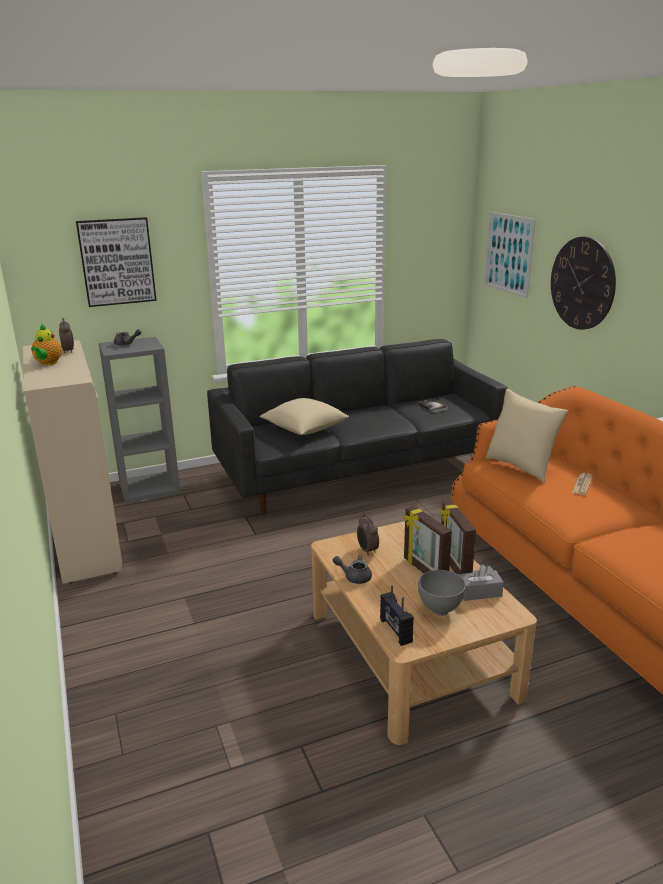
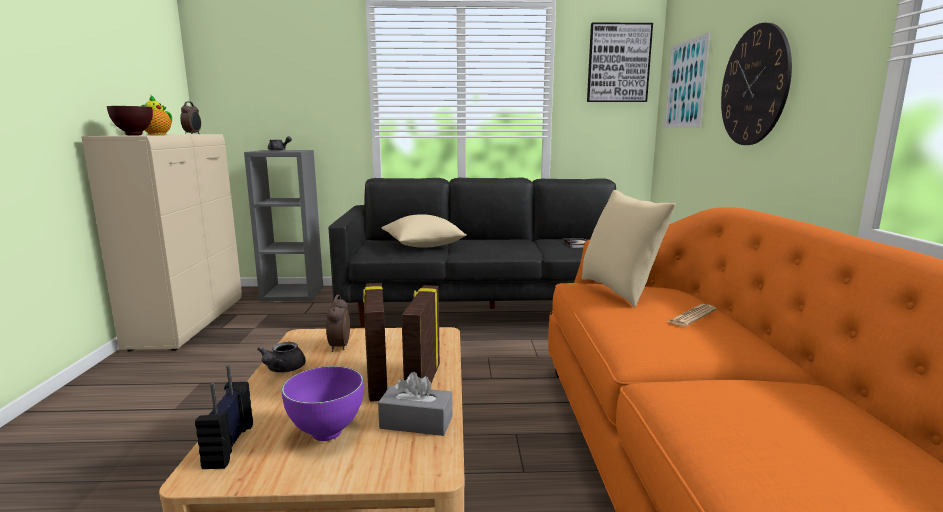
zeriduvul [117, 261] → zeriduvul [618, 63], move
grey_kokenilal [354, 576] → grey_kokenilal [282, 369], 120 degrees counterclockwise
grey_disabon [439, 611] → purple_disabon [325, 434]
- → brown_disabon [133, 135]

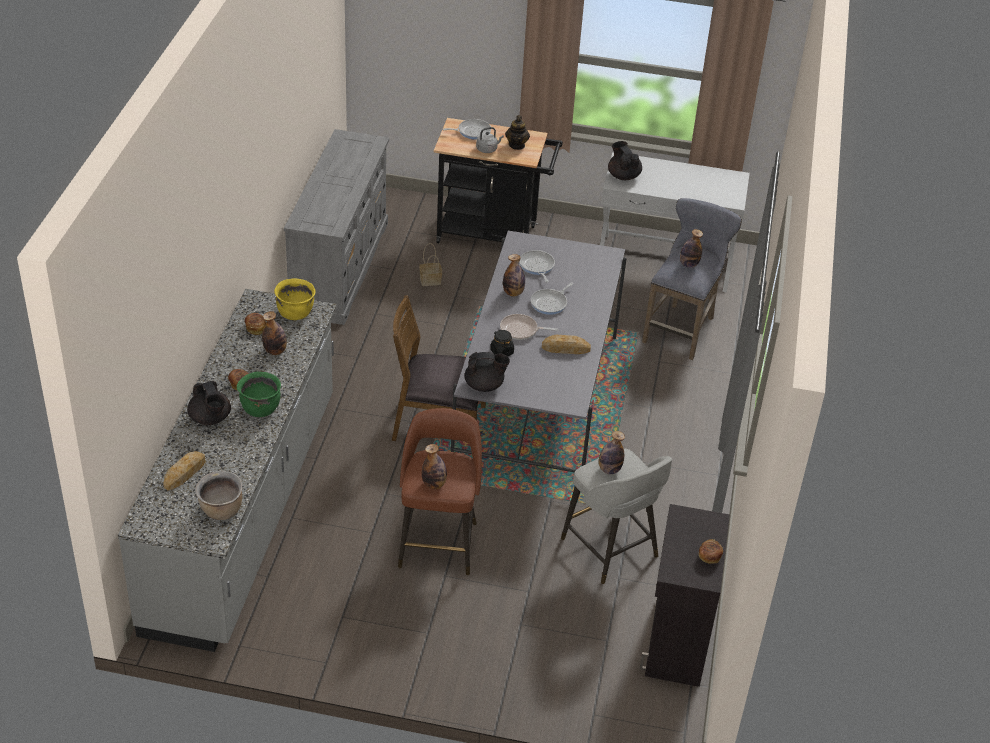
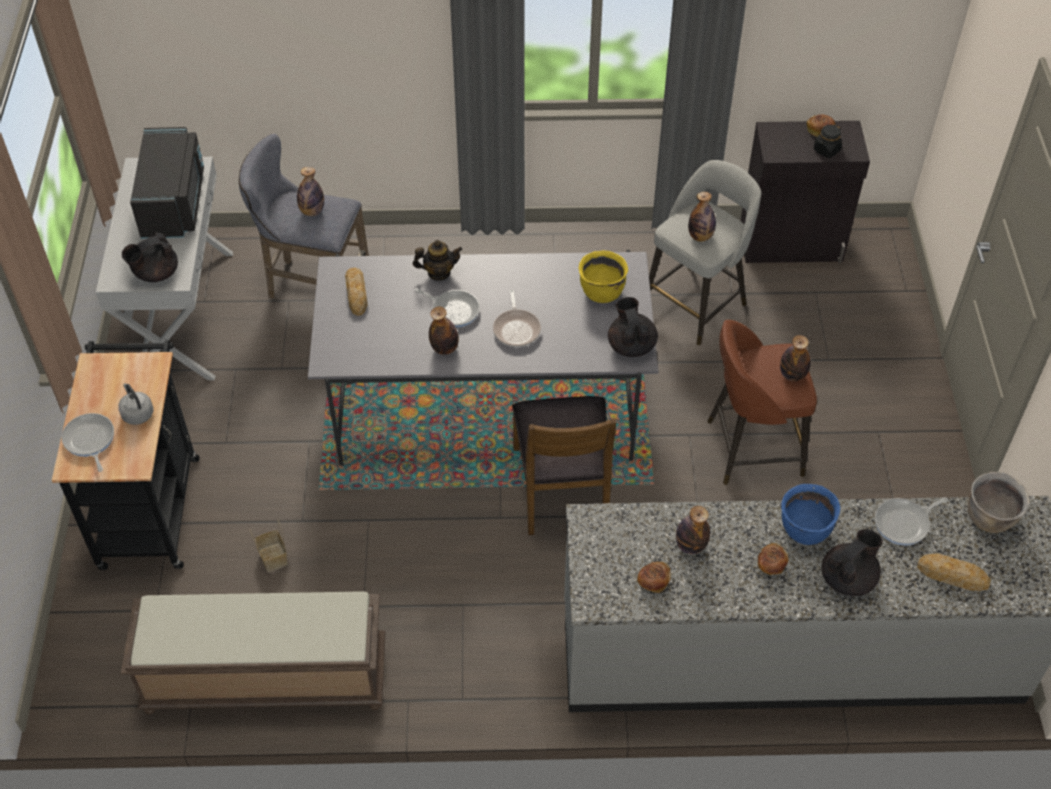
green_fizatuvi [260, 408] → blue_fizatuvi [804, 530]
yellow_fizatuvi [295, 313] → yellow_fizatuvi [601, 292], move
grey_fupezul [340, 267] → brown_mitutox [264, 679]
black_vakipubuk [501, 352] → black_vakipubuk [826, 150], move
kokenilal [517, 145] → kokenilal [438, 273], move
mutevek [537, 266] → mutevek [904, 523], move
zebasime [566, 348] → zebasime [356, 293], move
- → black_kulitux [175, 203]

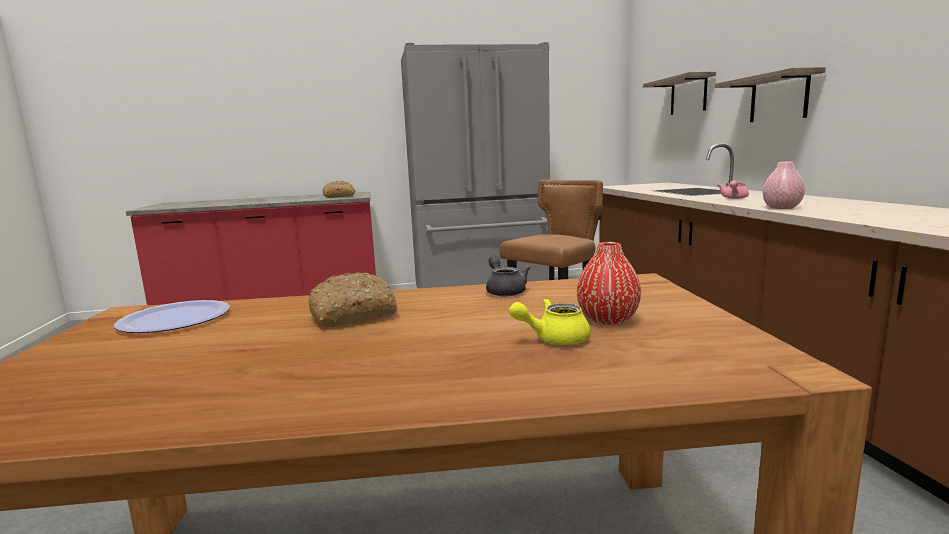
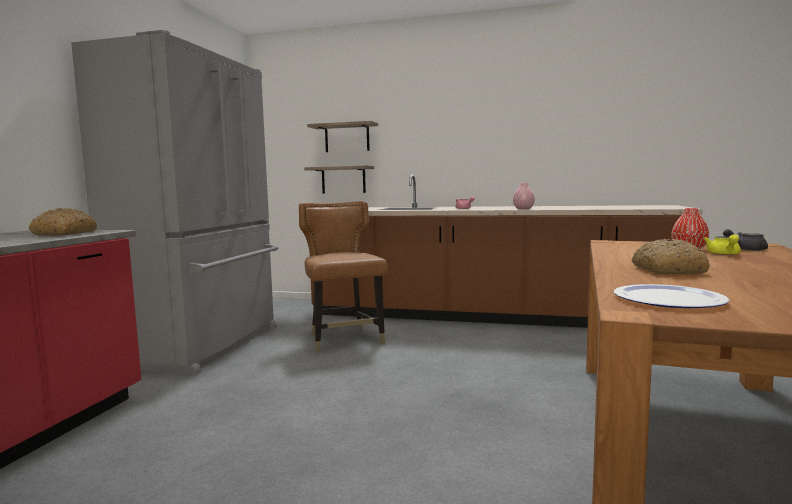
grey_kokenilal [505, 291] → grey_kokenilal [745, 249], move
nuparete [778, 98] → nuparete [343, 180], move

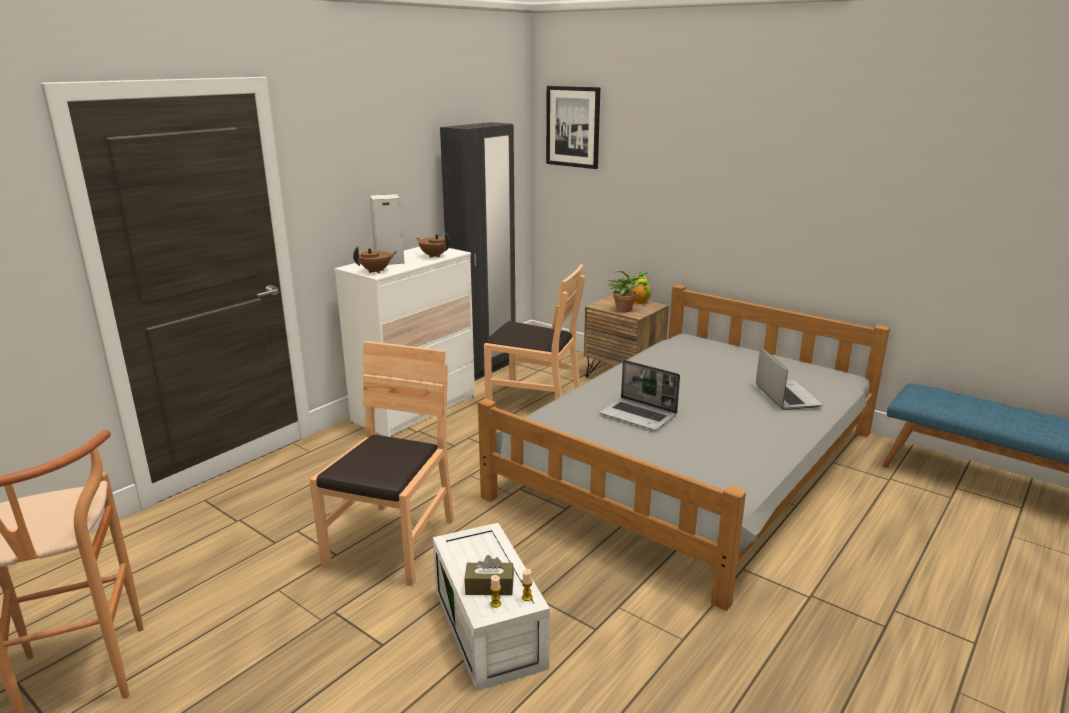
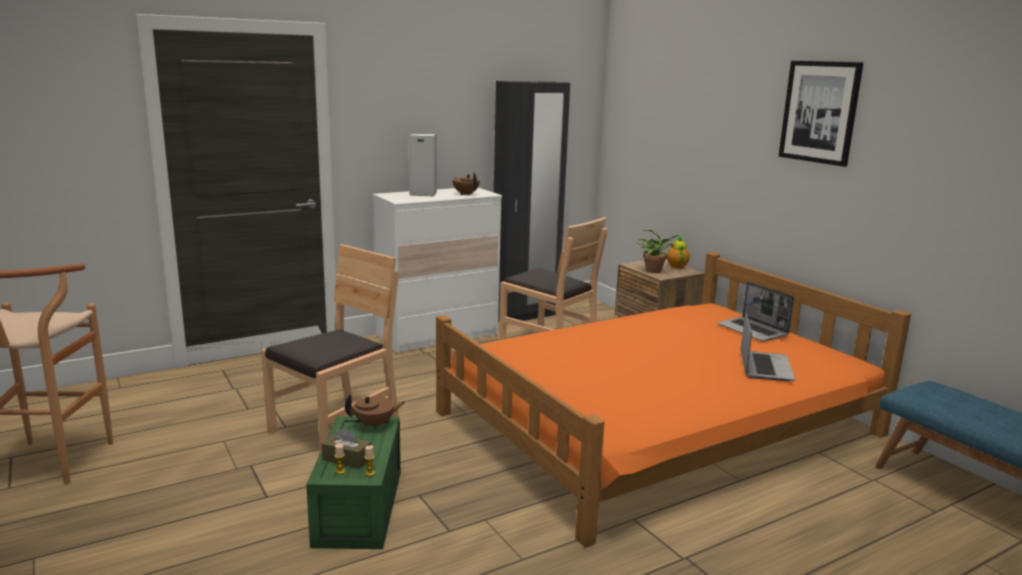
brown_kokenilal [376, 271] → brown_kokenilal [375, 424], move
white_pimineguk [491, 629] → green_pimineguk [361, 508]
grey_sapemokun [690, 464] → orange_sapemokun [658, 424]
zeriduvul [573, 127] → zeriduvul [820, 112], move
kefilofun [639, 415] → kefilofun [753, 330], move

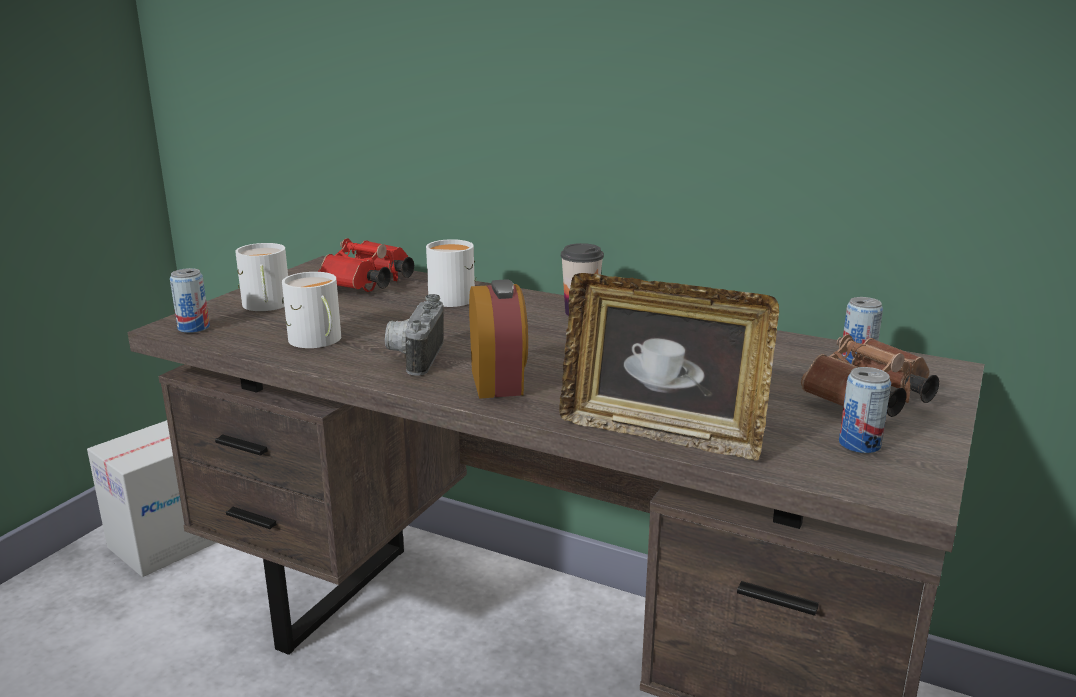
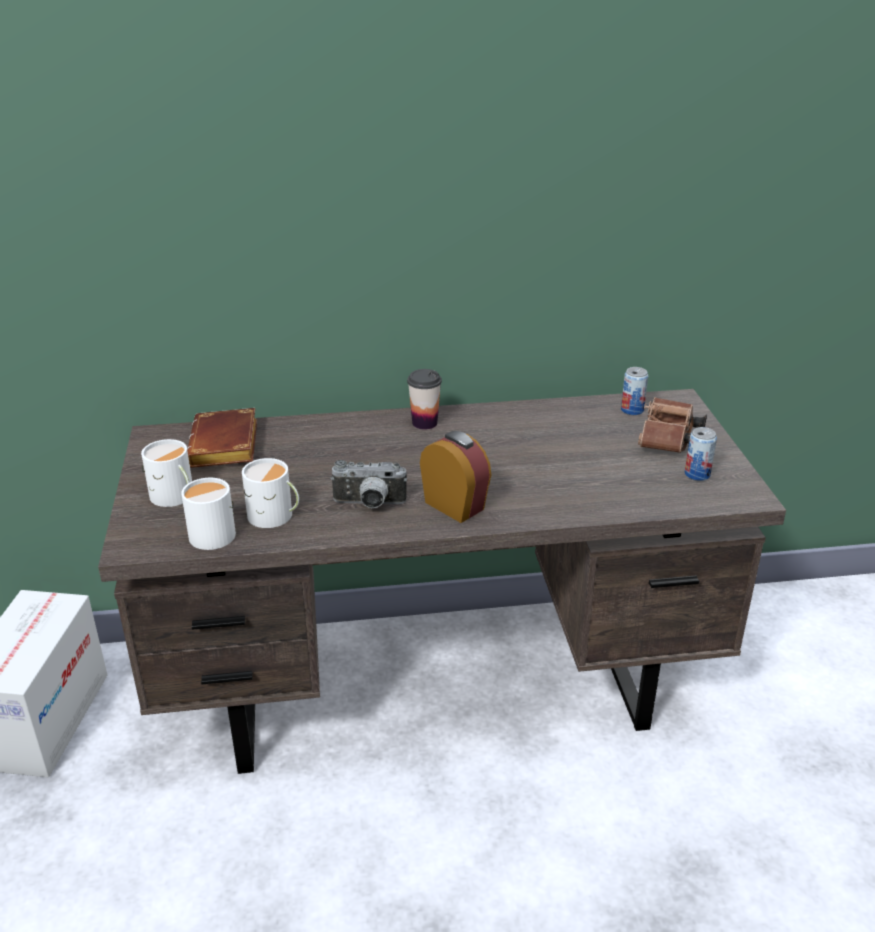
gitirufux [193, 328] → -
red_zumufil [368, 285] → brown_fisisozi [226, 447]
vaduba [414, 357] → vaduba [369, 505], 60 degrees counterclockwise
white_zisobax [453, 297] → white_zisobax [211, 532], move
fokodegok [661, 432] → -

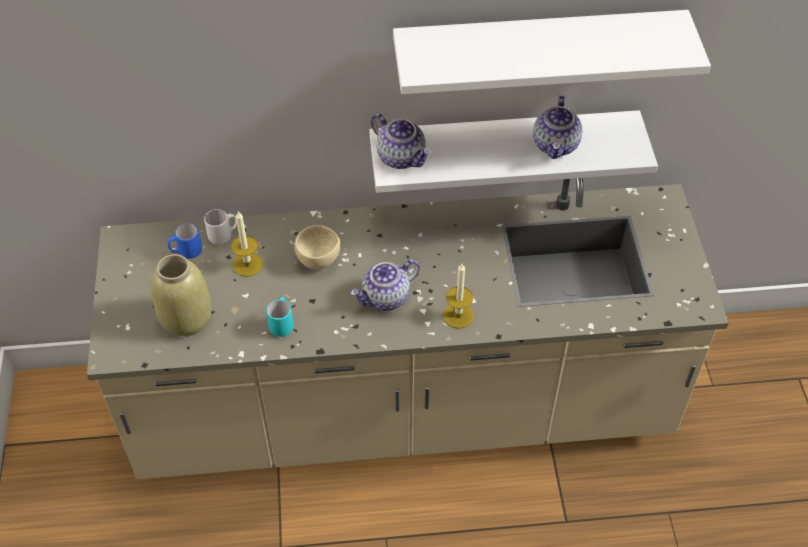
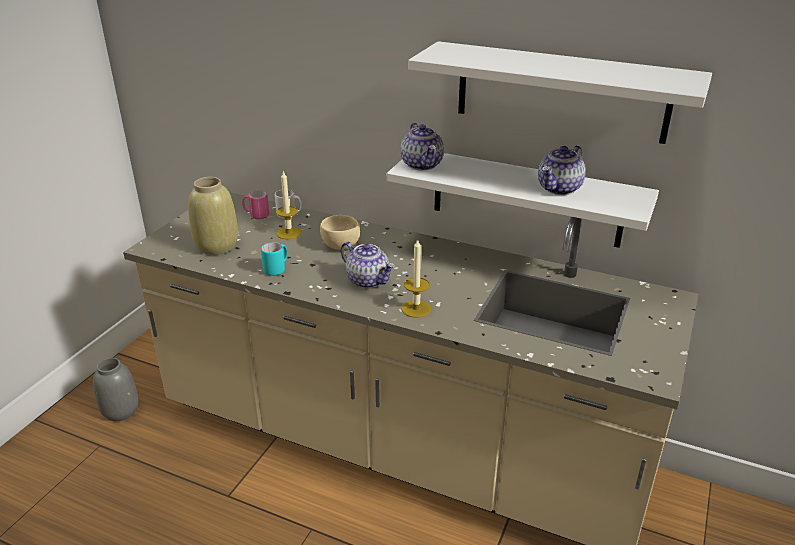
blue_zisobax [186, 252] → pink_zisobax [256, 215]
kokenilal [386, 298] → kokenilal [368, 280], 135 degrees counterclockwise
- → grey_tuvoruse [121, 411]

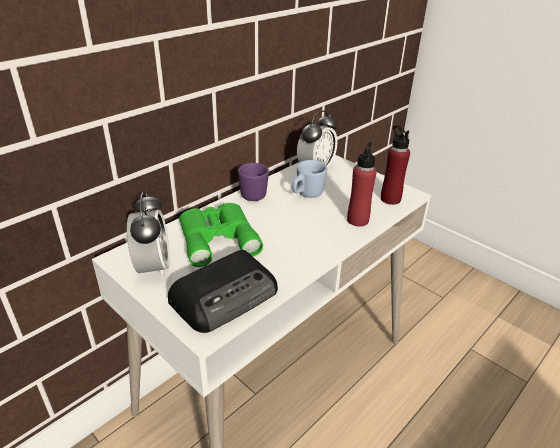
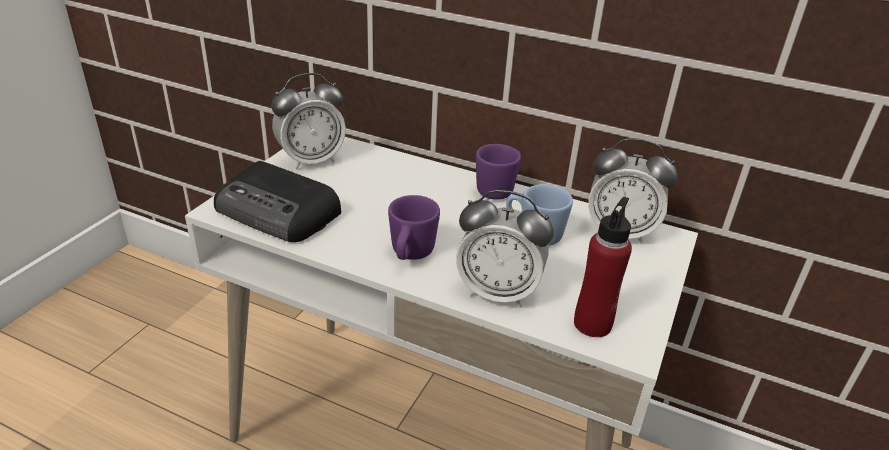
green_zumufil [218, 237] → -
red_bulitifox [358, 220] → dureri [498, 292]
- → purple_zisobax [410, 255]

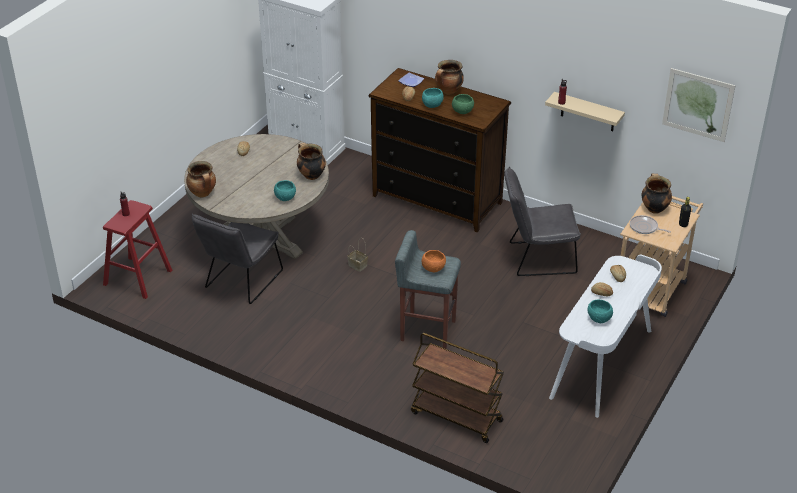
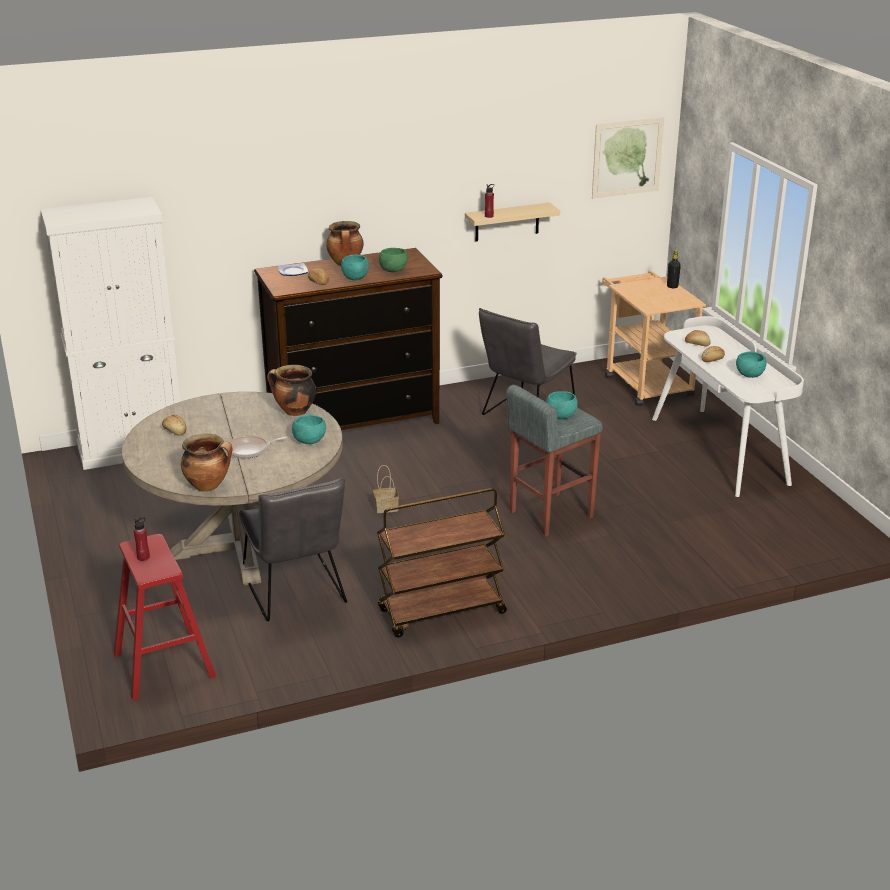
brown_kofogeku [455, 417] → brown_kofogeku [441, 612], move
orange_disabon [433, 268] → turquoise_disabon [560, 417]
mutevek [645, 228] → mutevek [250, 450], move
fizatuvi [654, 208] → -

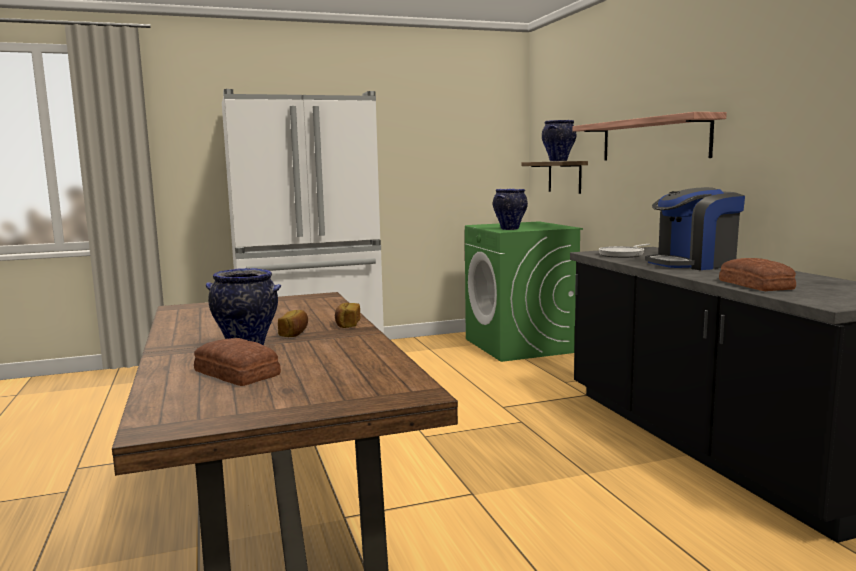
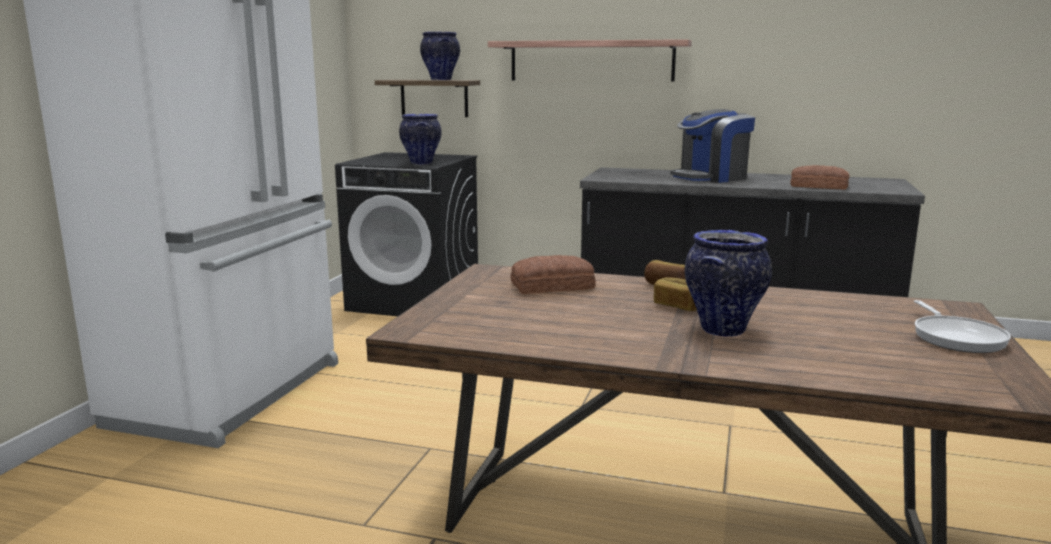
zebasime [236, 374] → zebasime [553, 286], move
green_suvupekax [520, 346] → black_suvupekax [415, 301]
mutevek [623, 254] → mutevek [956, 337], move
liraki [693, 264] → liraki [711, 177], 45 degrees clockwise

